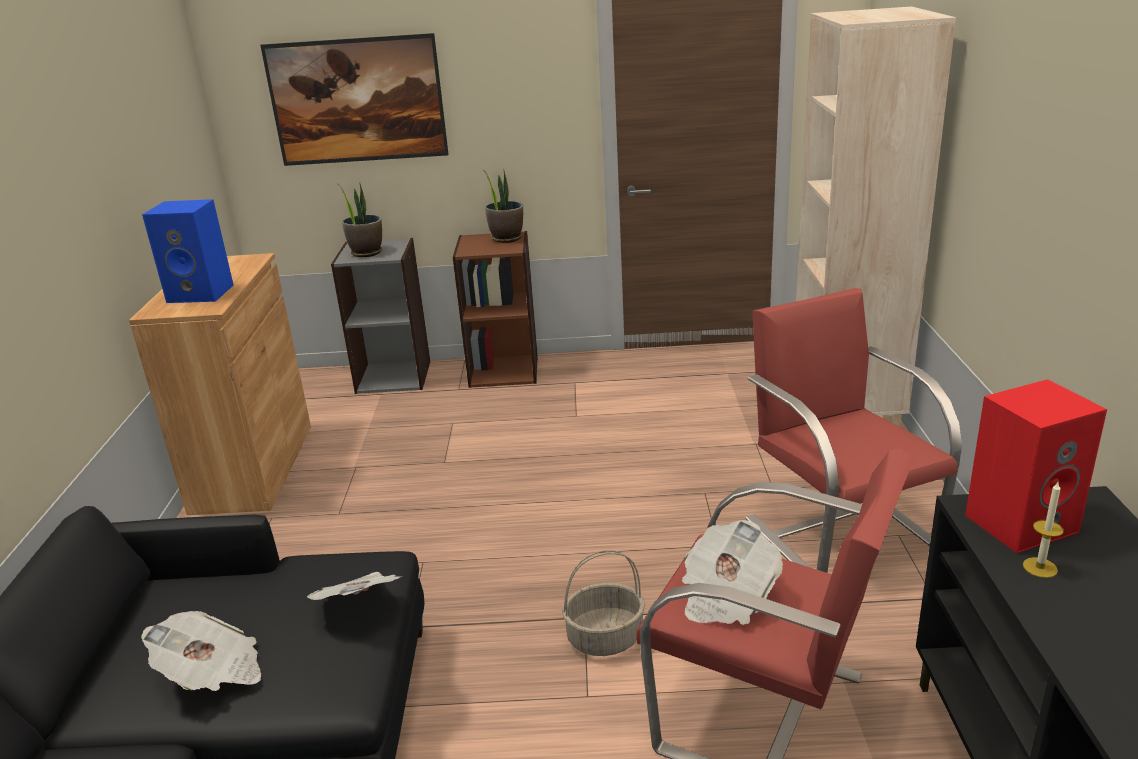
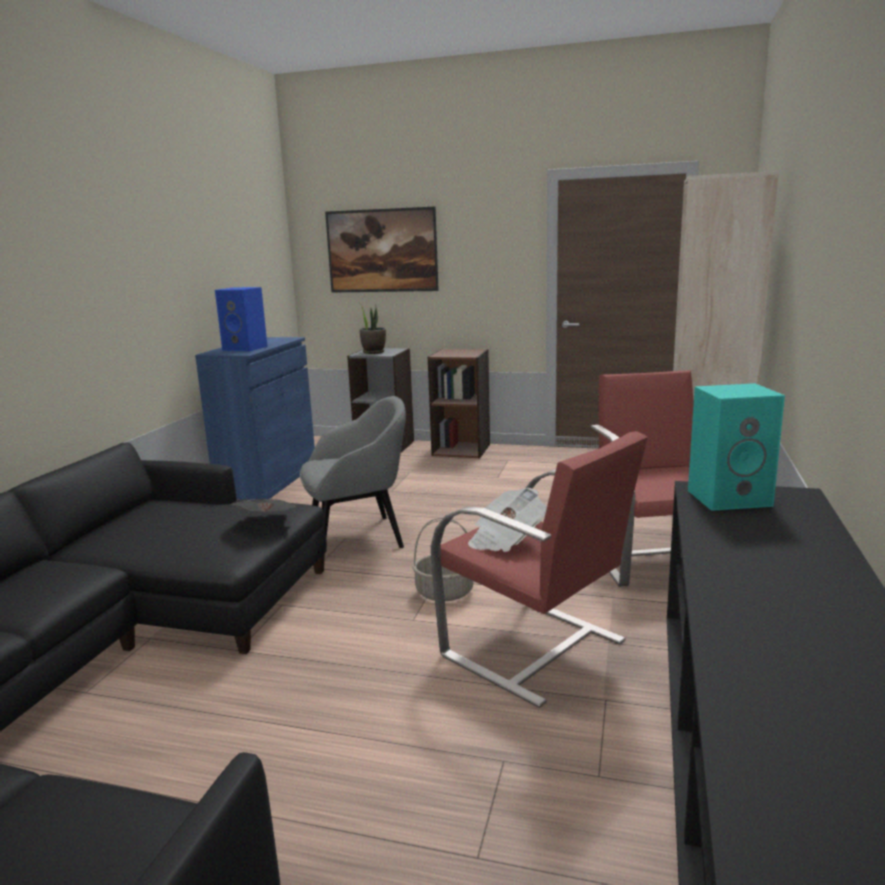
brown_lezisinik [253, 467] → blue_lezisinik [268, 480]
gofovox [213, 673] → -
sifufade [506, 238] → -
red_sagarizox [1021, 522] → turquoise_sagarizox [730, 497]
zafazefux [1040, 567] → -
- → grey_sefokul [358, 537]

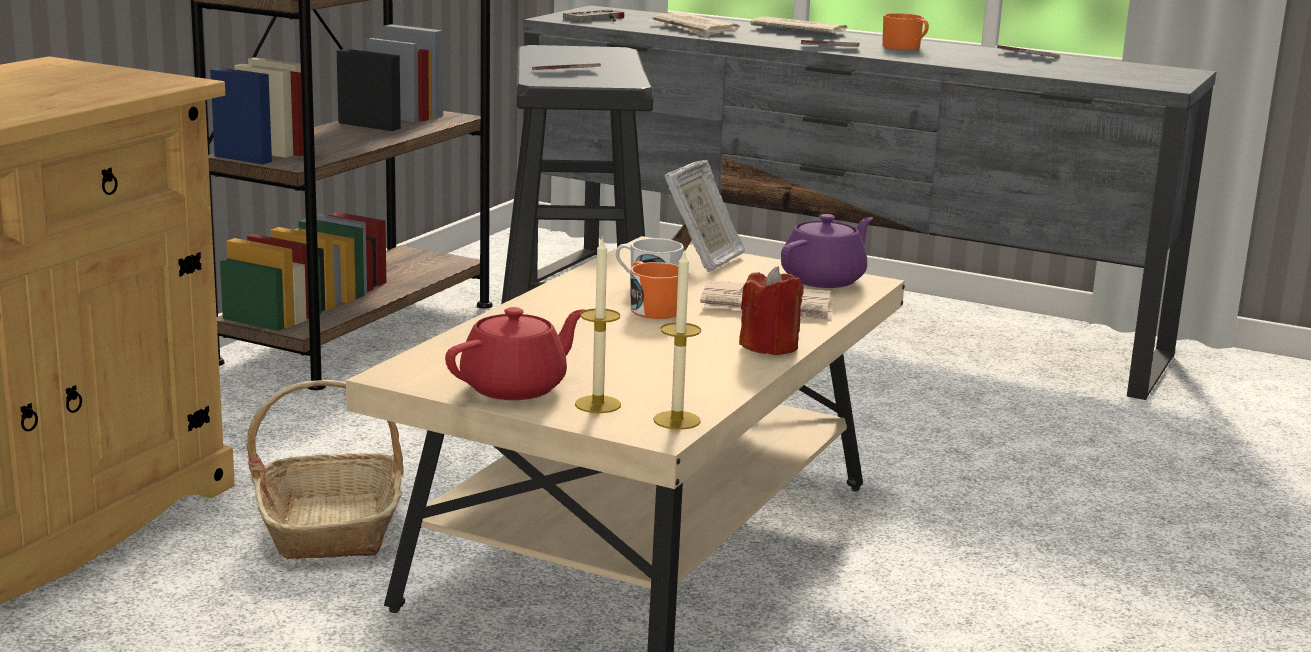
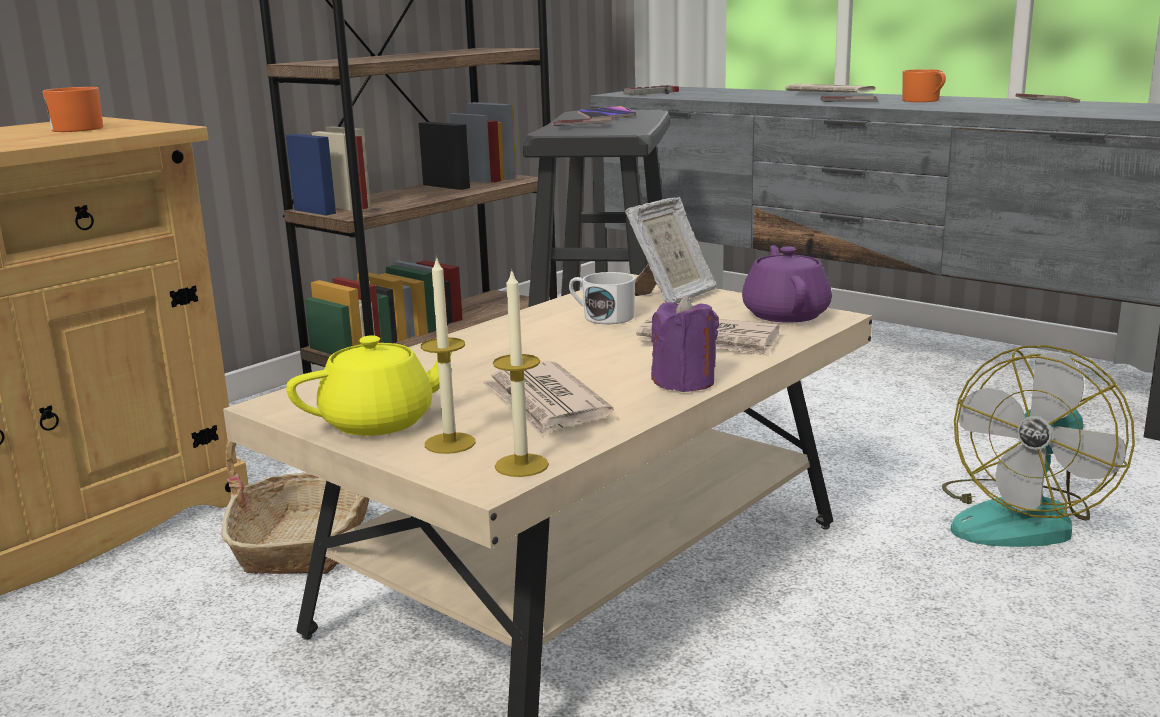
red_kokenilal [516, 387] → yellow_kokenilal [380, 421]
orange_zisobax [652, 308] → orange_zisobax [78, 128], move
gofovox [693, 29] → gofovox [545, 404], move
red_zafazefux [769, 346] → purple_zafazefux [684, 382]
purple_kokenilal [824, 280] → purple_kokenilal [786, 314], 60 degrees counterclockwise
- → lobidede [606, 116]
- → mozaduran [1023, 518]

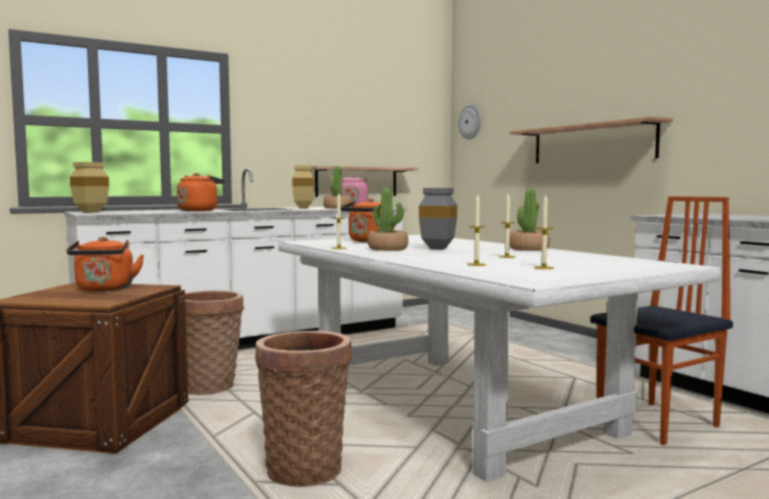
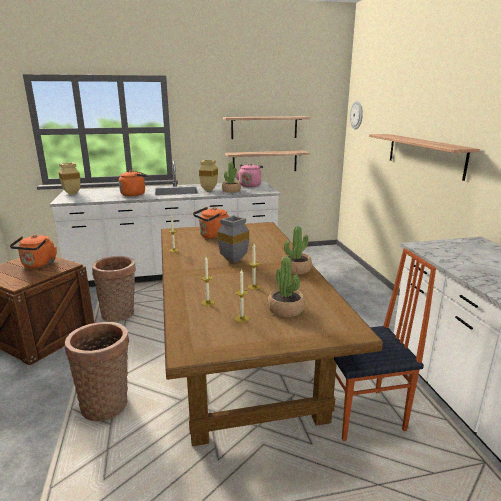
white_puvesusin [458, 407] → brown_puvesusin [241, 364]
sifufade [388, 249] → sifufade [286, 309], move
- → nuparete [264, 127]

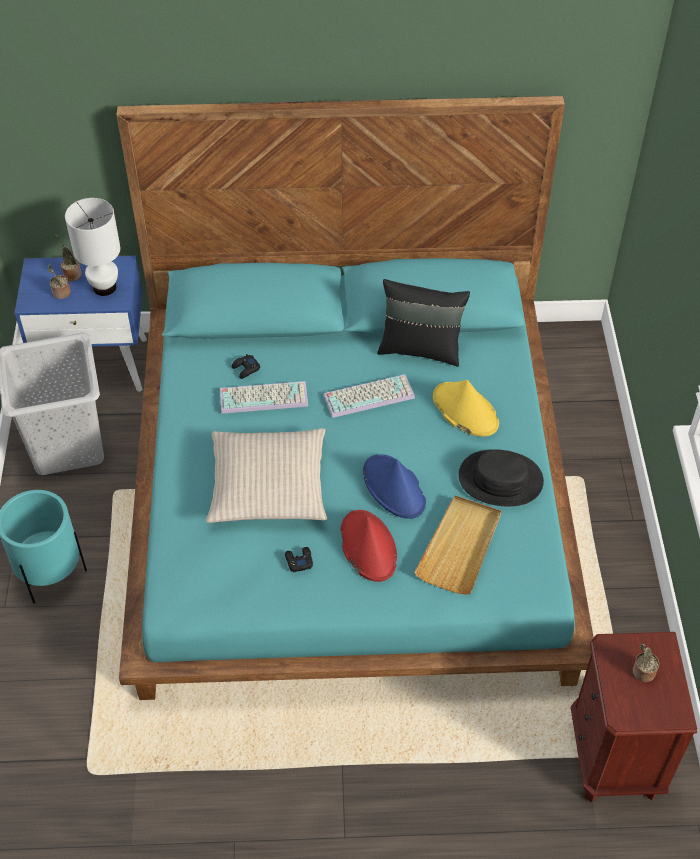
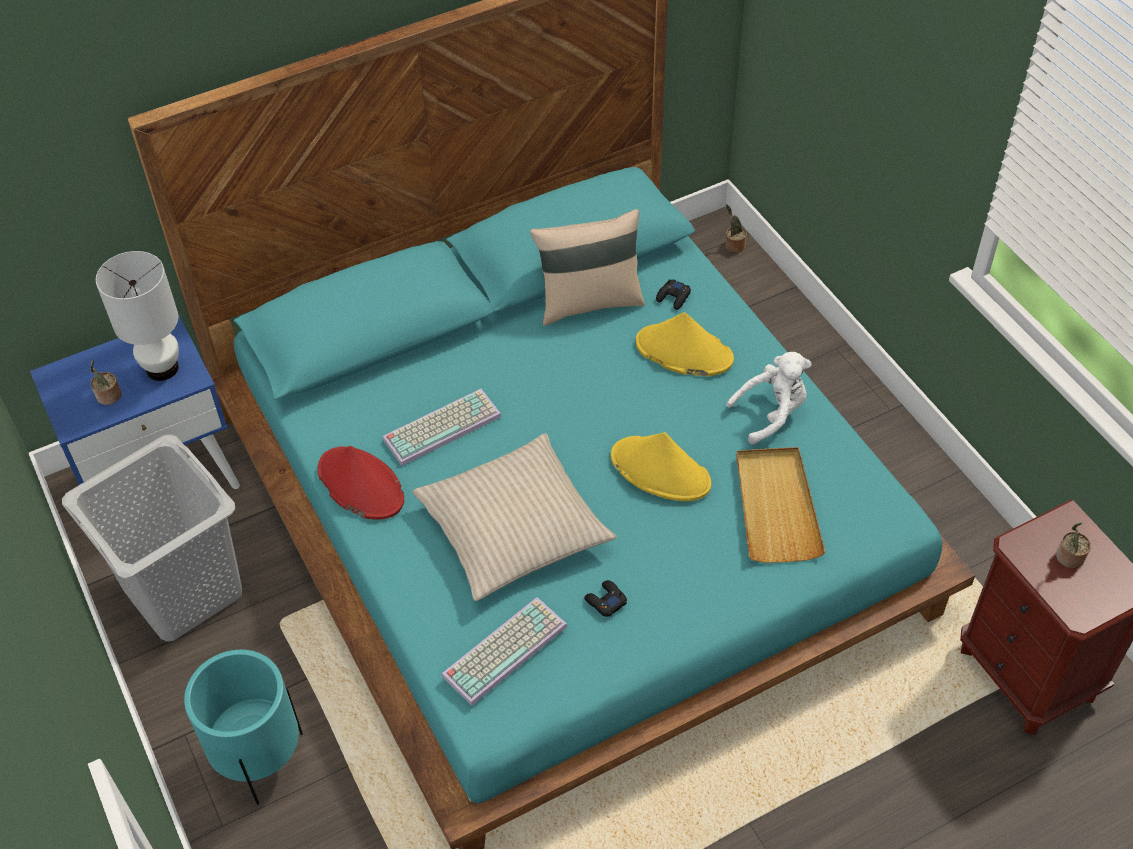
sifufade [71, 274] → sifufade [733, 245], move
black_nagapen [246, 369] → black_nagapen [673, 297], move
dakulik [369, 395] → dakulik [504, 648], move
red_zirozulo [367, 546] → red_zirozulo [360, 484], move
blue_zirozulo [394, 488] → yellow_zirozulo [661, 470]
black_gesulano [420, 349] → beige_gesulano [589, 302]
black_zirozulo [500, 479] → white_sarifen [771, 413]

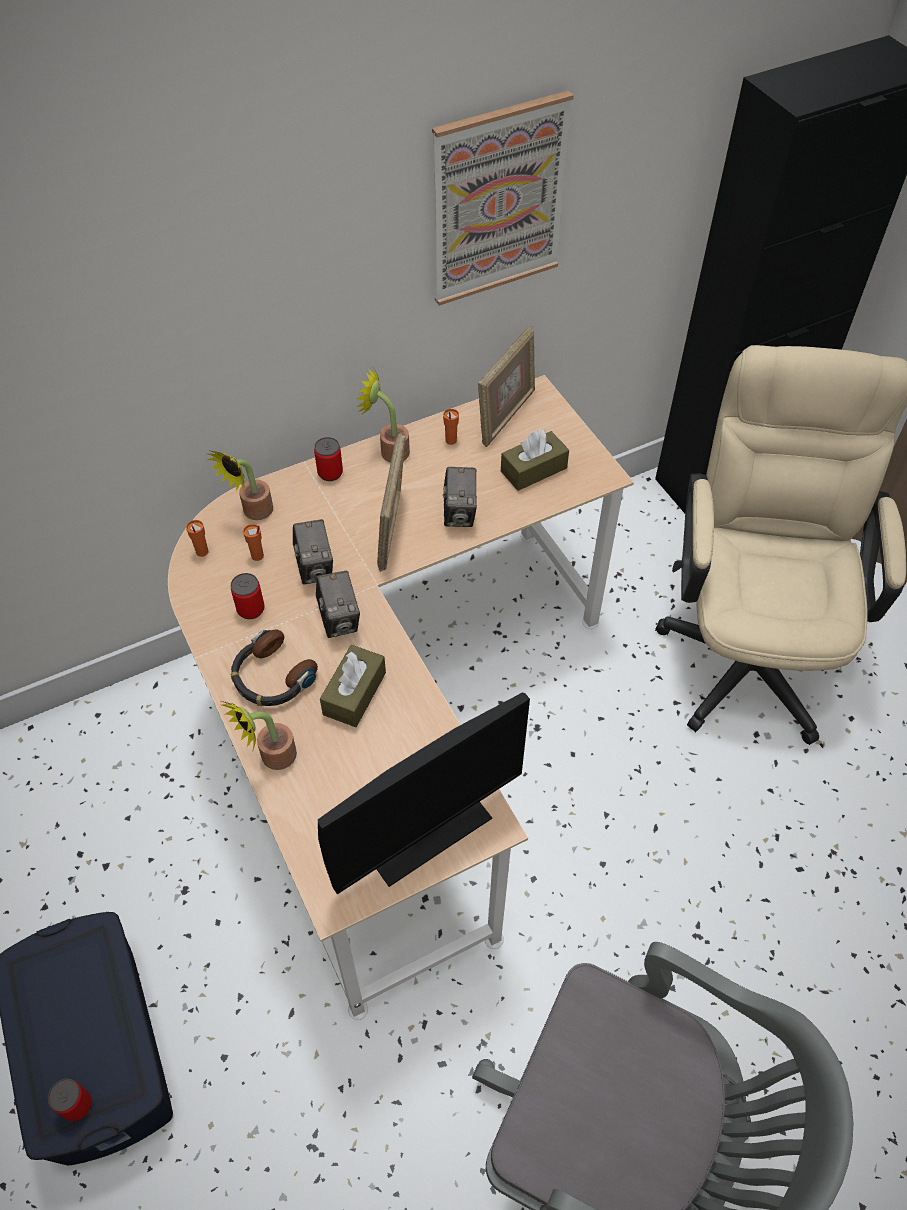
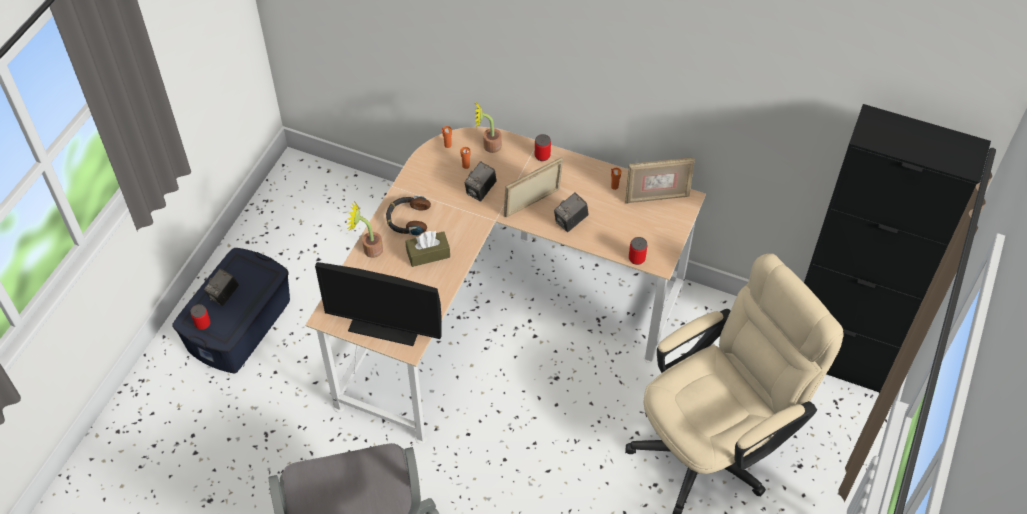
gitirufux [250, 609] → gitirufux [636, 258], move
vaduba [339, 619] → vaduba [224, 295], move
sifufade [389, 451] → -
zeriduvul [498, 200] → -
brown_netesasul [533, 469] → -

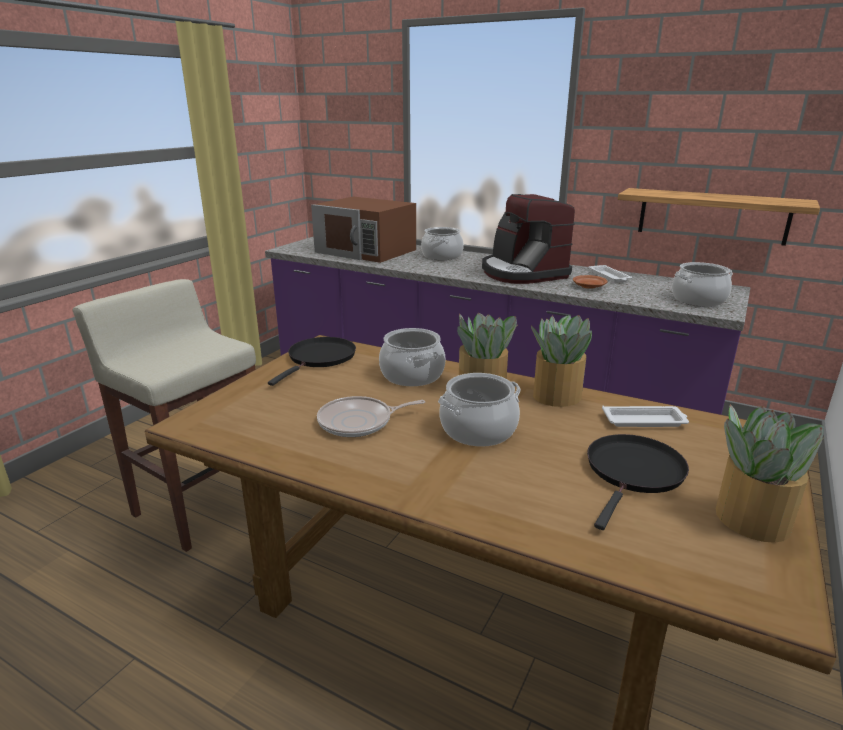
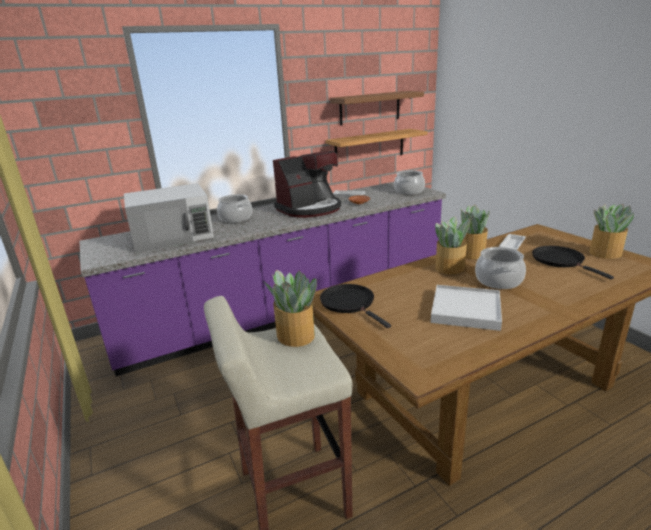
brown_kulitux [366, 251] → white_kulitux [173, 235]
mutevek [359, 422] → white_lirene [466, 310]
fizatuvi [412, 375] → -
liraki [522, 273] → liraki [310, 209], 45 degrees counterclockwise
- → sifufade [296, 336]
- → brown_nuparete [370, 108]

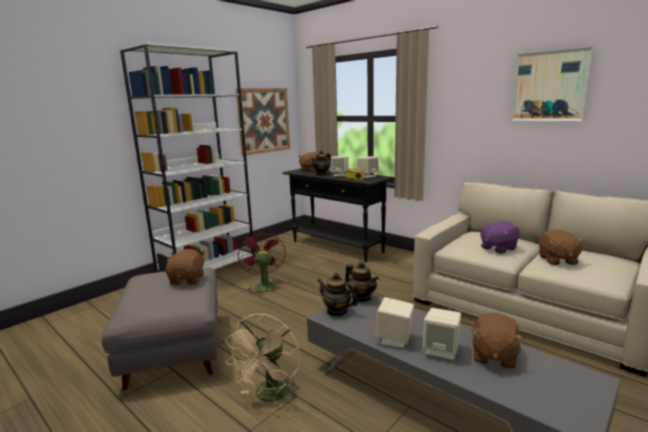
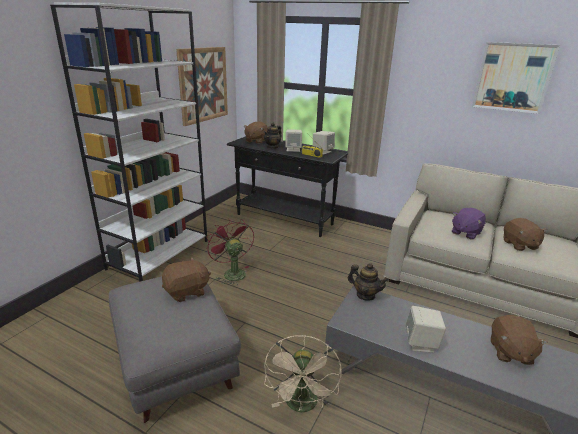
brown_sarifen [188, 279] → brown_sarifen [187, 292], 75 degrees clockwise
kokenilal [337, 311] → -
beige_sagarizox [441, 350] → -

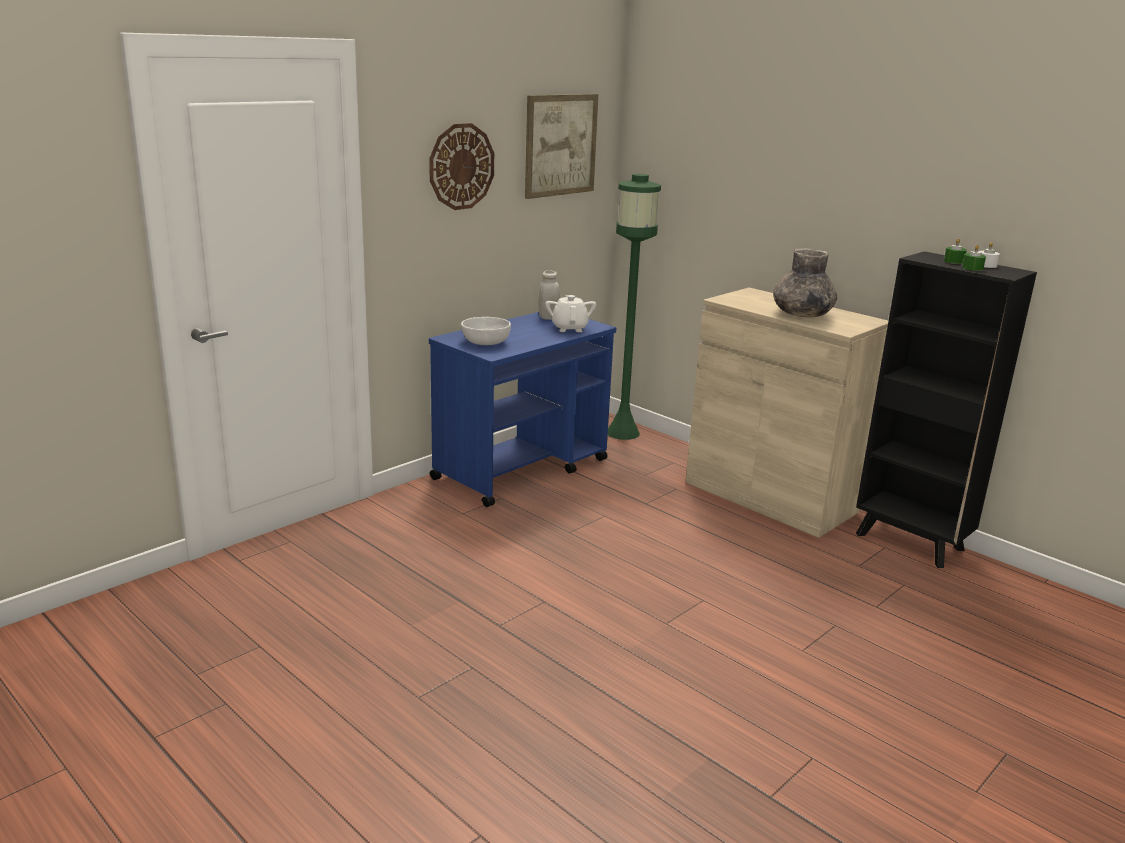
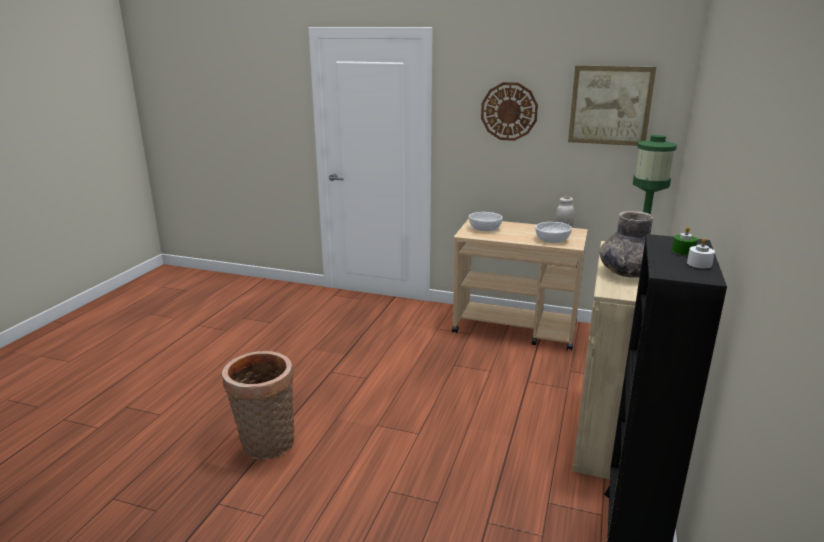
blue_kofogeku [522, 469] → beige_kofogeku [516, 329]
white_kokenilal [569, 328] → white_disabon [552, 240]
green_zafazefux [972, 268] → -
- → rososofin [266, 446]

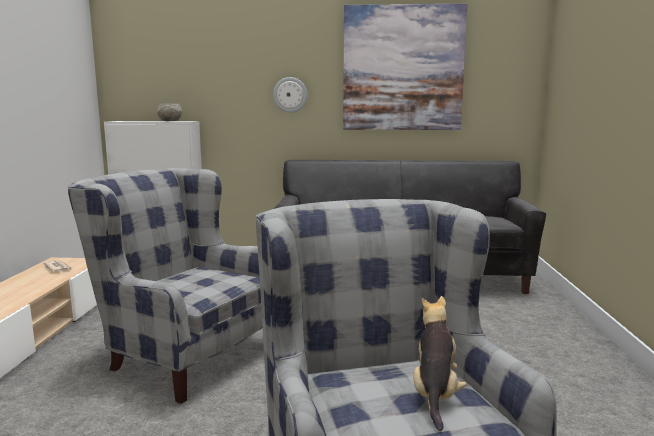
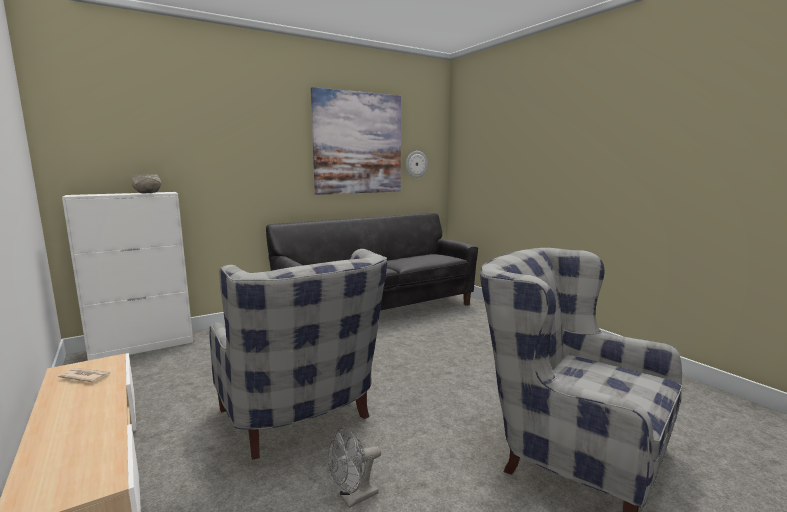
grey_sefokul [184, 352] → grey_sefokul [301, 420], 120 degrees counterclockwise
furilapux [290, 94] → furilapux [416, 164], move
sarifen [435, 394] → -
- → grey_mozaduran [354, 498]

